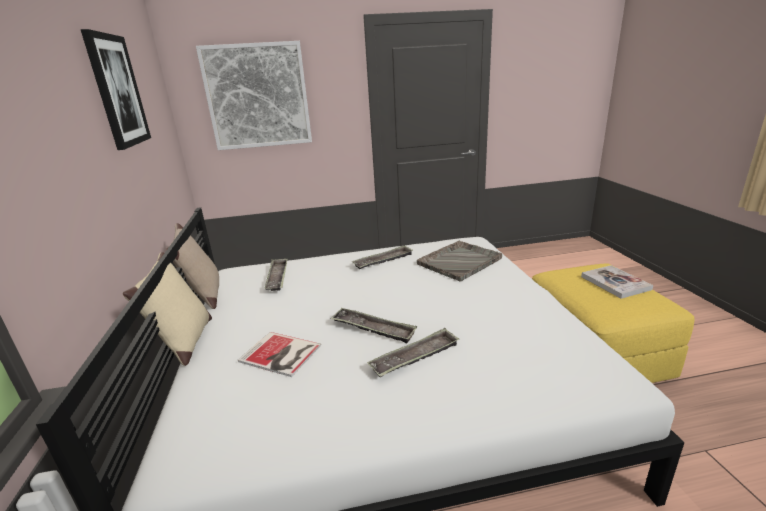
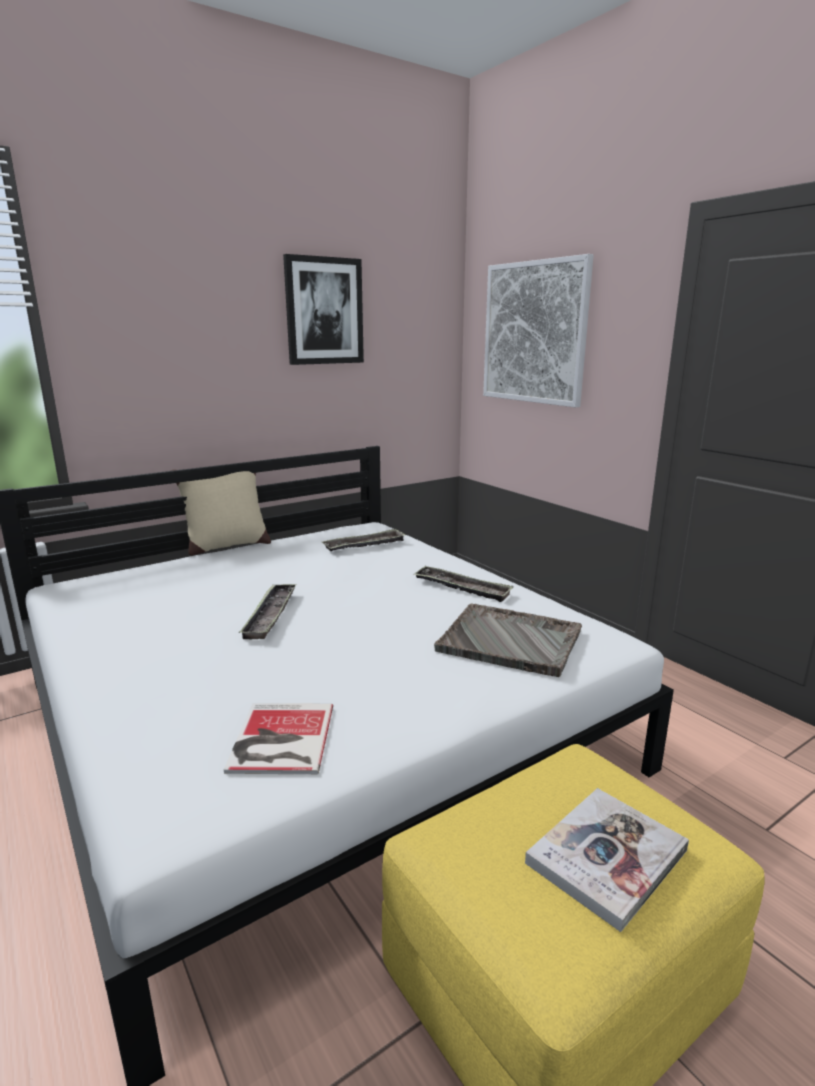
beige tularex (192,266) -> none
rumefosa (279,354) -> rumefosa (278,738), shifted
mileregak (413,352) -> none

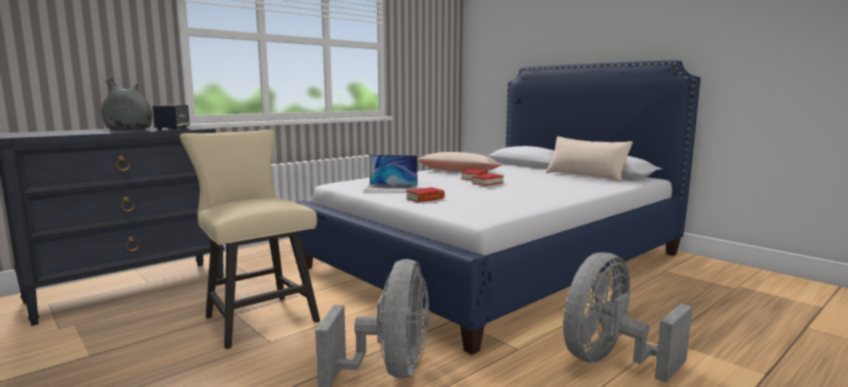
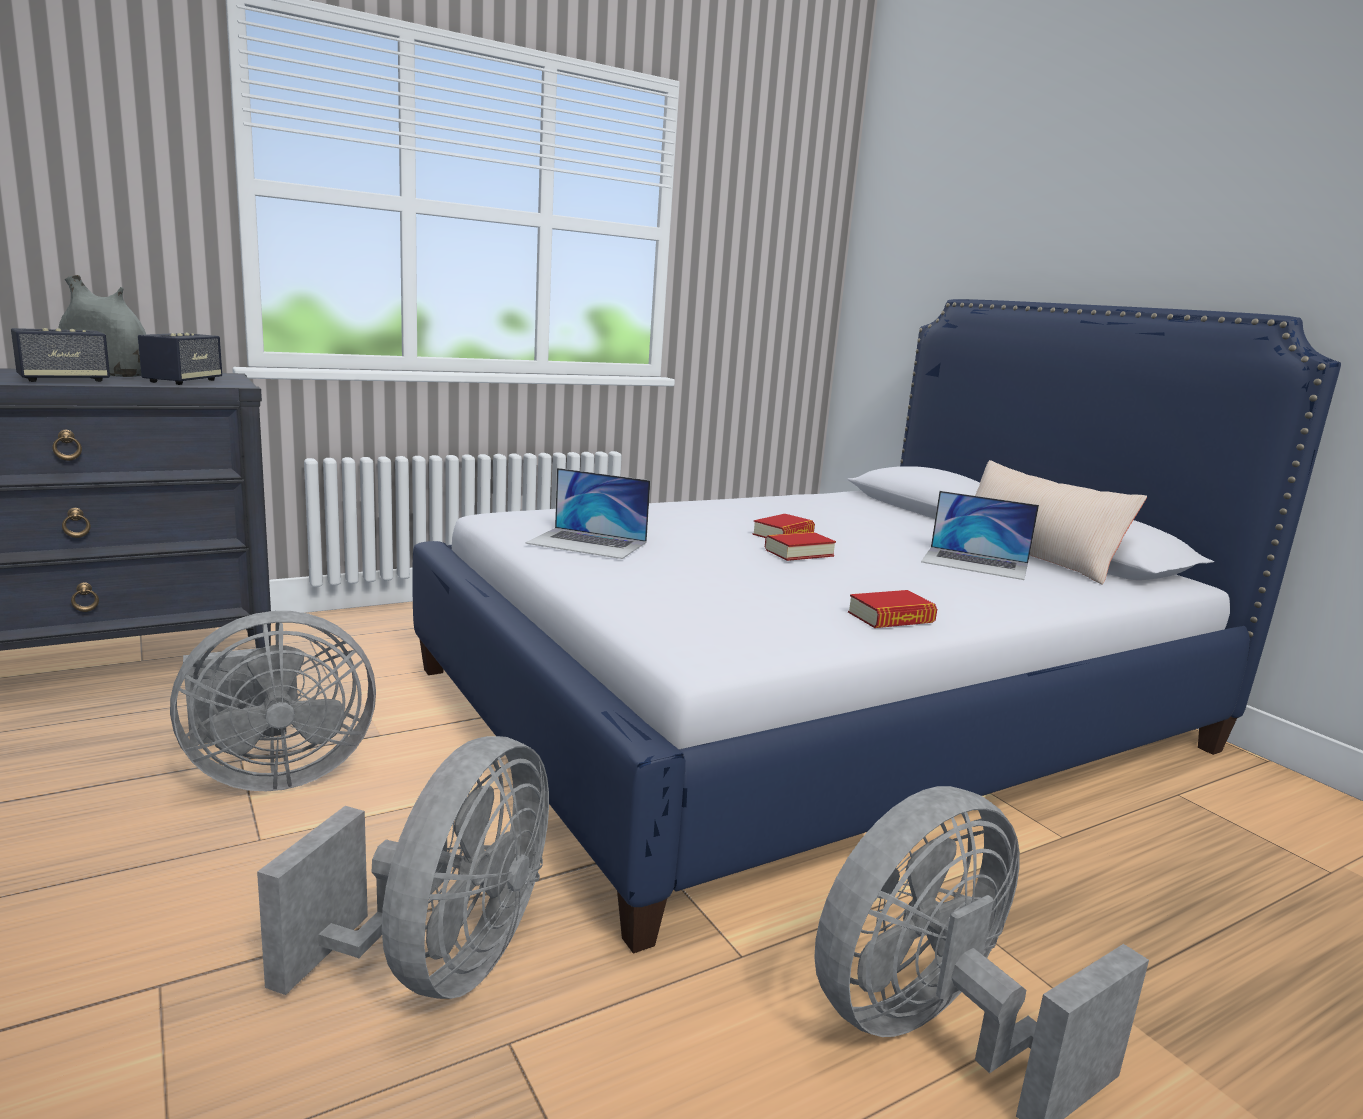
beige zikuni (250,239) -> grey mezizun (273,701)
rumefosa (425,194) -> rumefosa (892,609), shifted
beige tularex (459,162) -> none
none -> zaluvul (60,355)
none -> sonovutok (980,535)

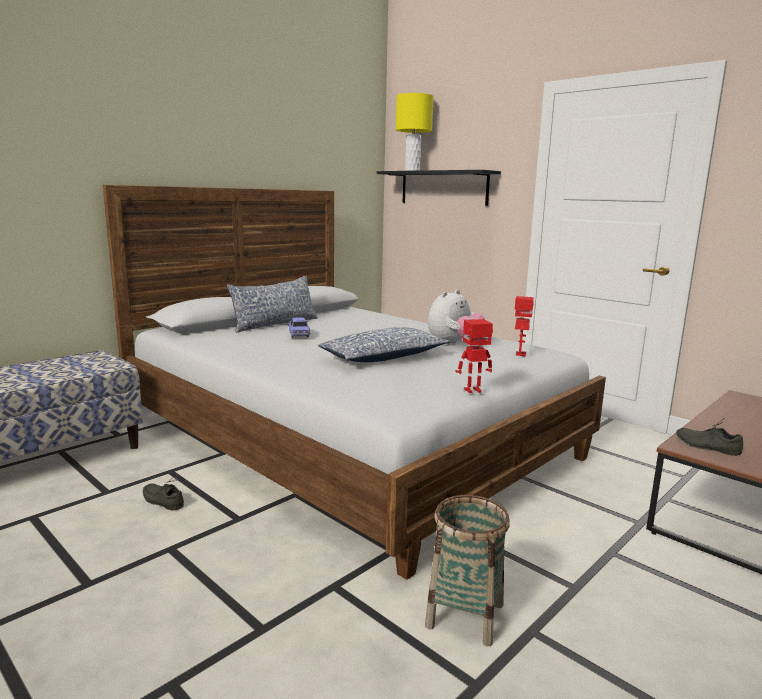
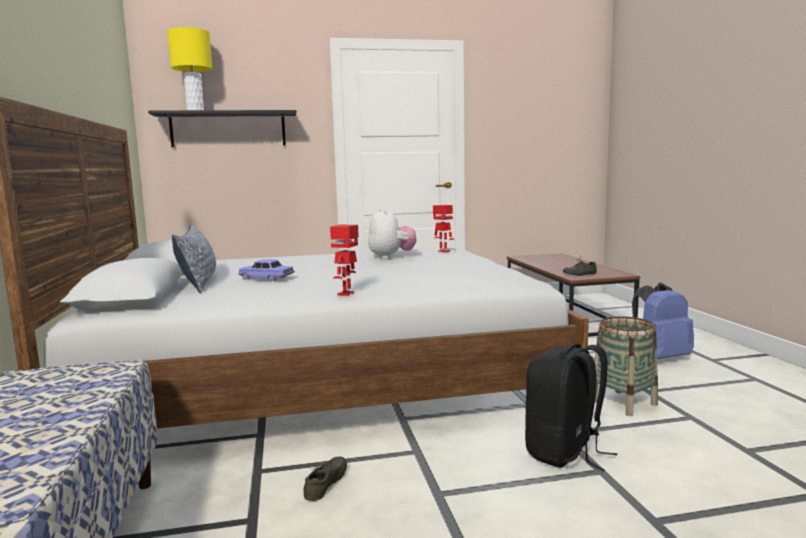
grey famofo (163,492) -> grey famofo (325,479), 135 degrees clockwise
tularex (384,344) -> none
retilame (474,356) -> retilame (344,260), shifted
none -> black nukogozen (571,407)
none -> blue nukogozen (663,321)

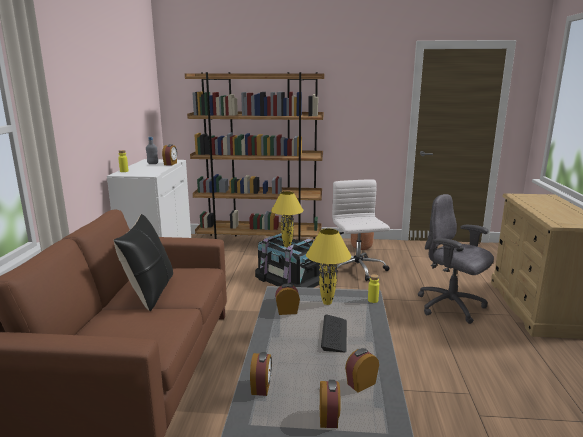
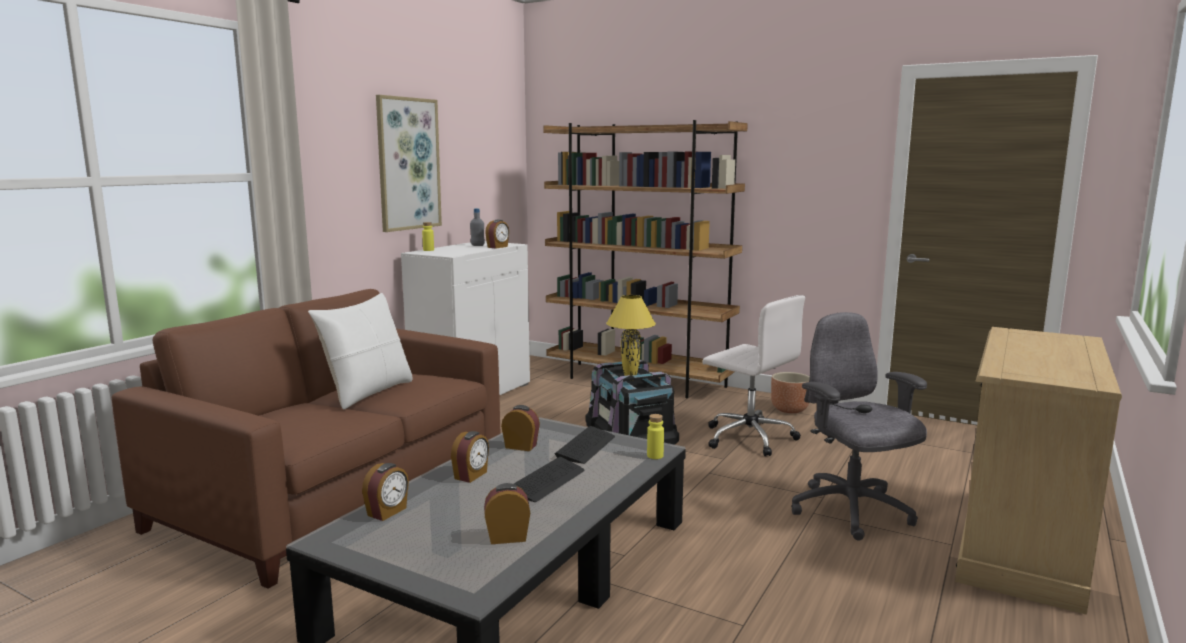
black tularex (143,262) -> white tularex (360,351)
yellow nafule (328,267) -> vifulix (584,445)
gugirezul (330,404) -> gugirezul (470,457), shifted
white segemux (361,230) -> white segemux (753,375), 120 degrees clockwise
none -> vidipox (409,163)

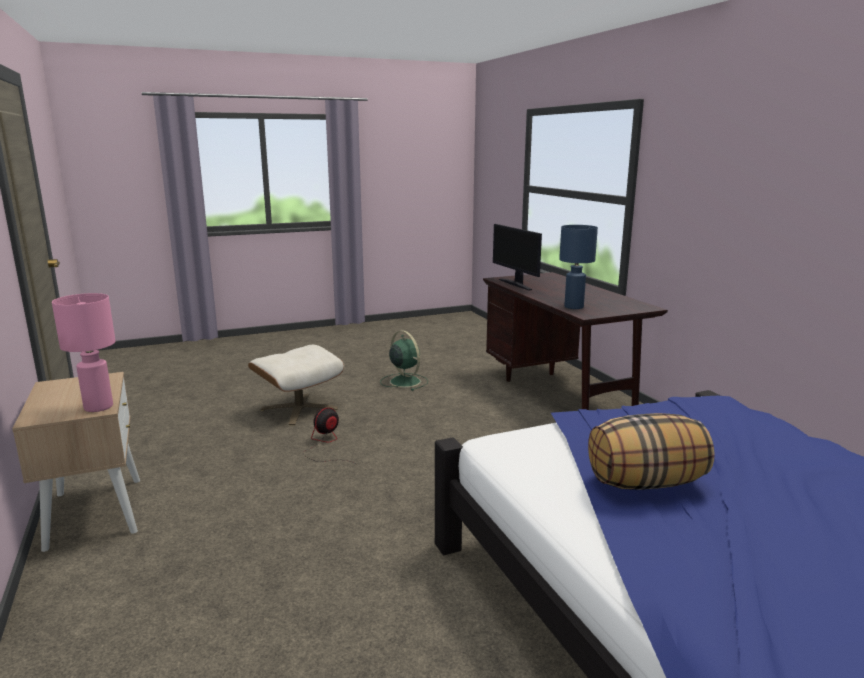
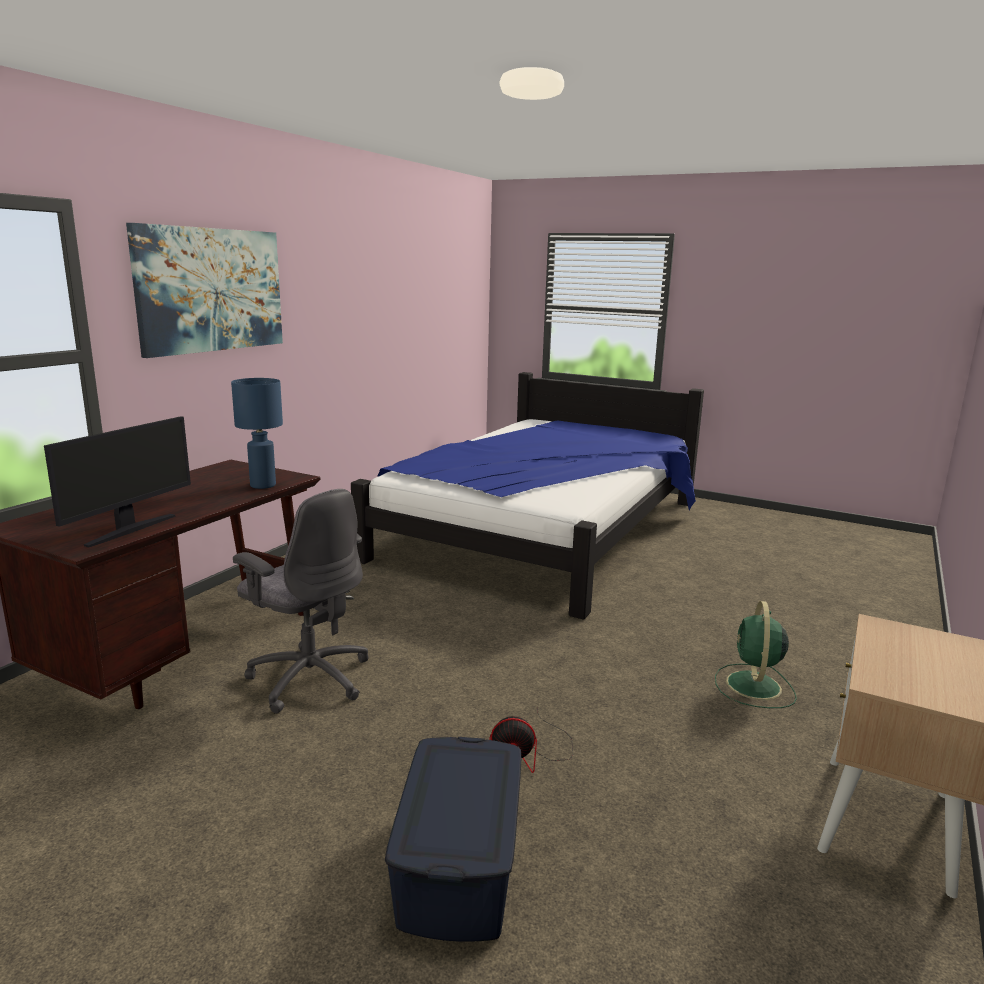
pink nafule (84,352) -> none
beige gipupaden (296,385) -> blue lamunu (453,839)
green mezizun (404,360) -> green mezizun (756,654), shifted
tularex (651,451) -> none
none -> vidipox (204,290)
none -> grey segemux (301,601)

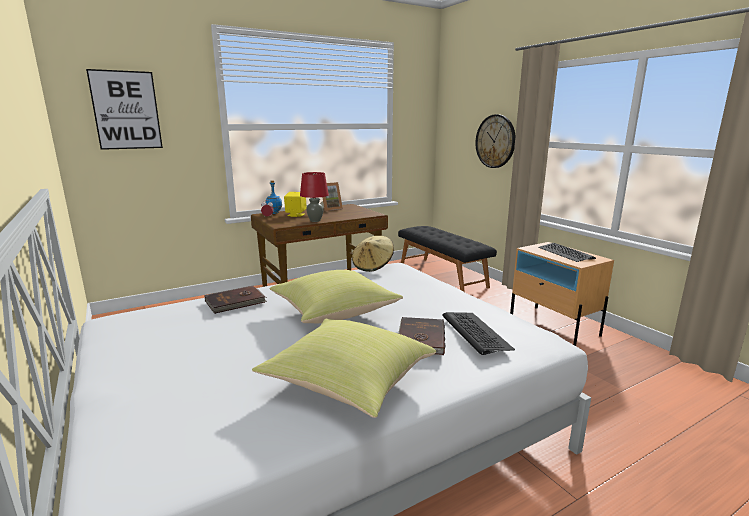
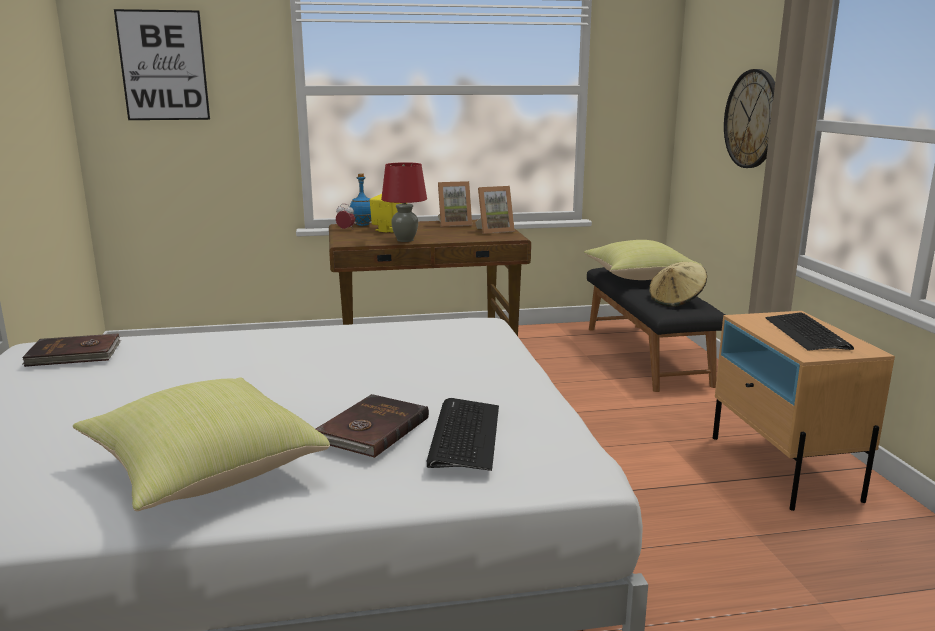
brown rumefosa (235,300) -> brown rumefosa (71,350), shifted
yellow tularex (336,297) -> yellow tularex (643,260), shifted
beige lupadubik (373,254) -> beige lupadubik (678,284), shifted
none -> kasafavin (495,210)

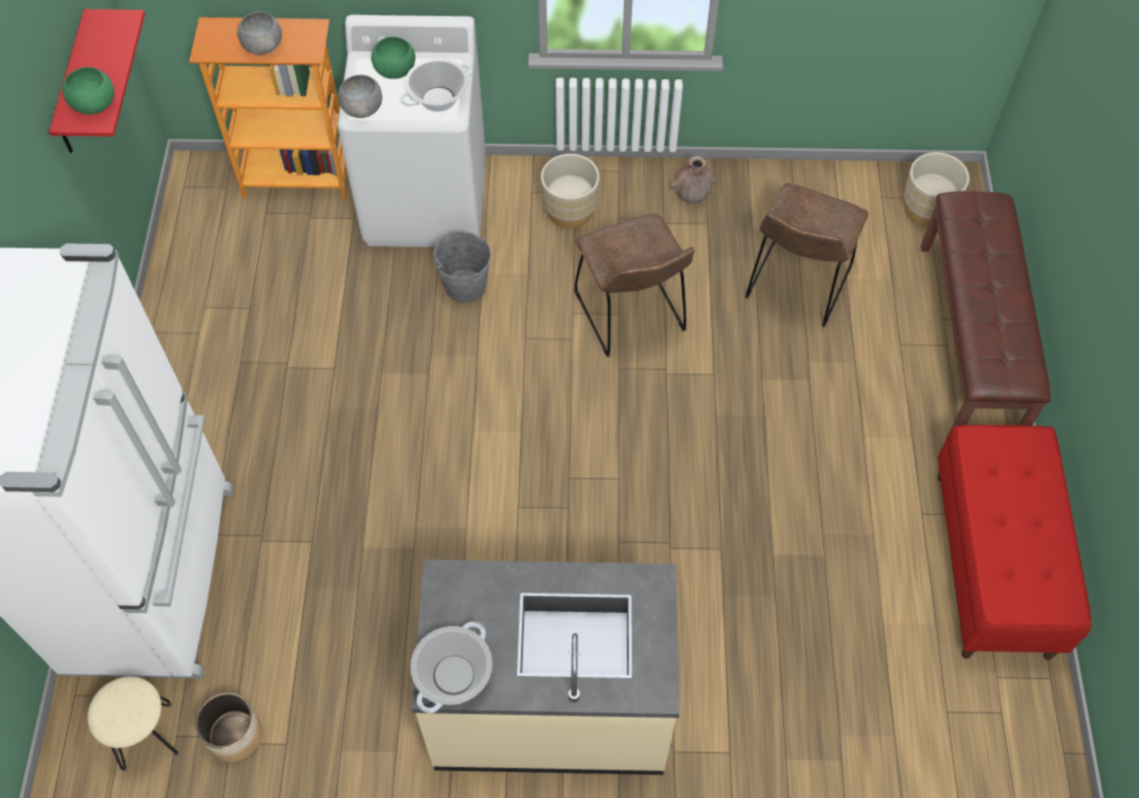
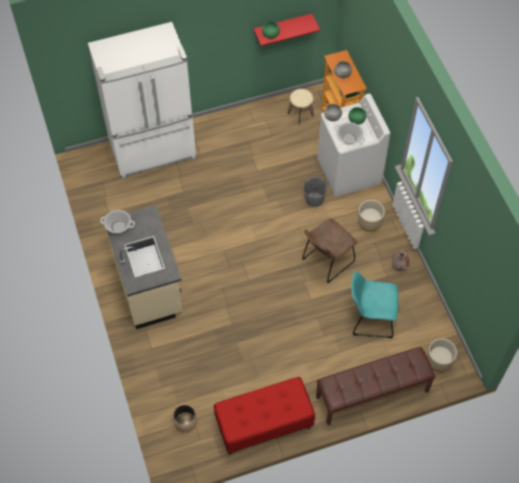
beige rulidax (133,723) -> beige rulidax (301,107), shifted
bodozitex (228,727) -> bodozitex (185,418), shifted
brown zikuni (807,255) -> turquoise zikuni (374,304)

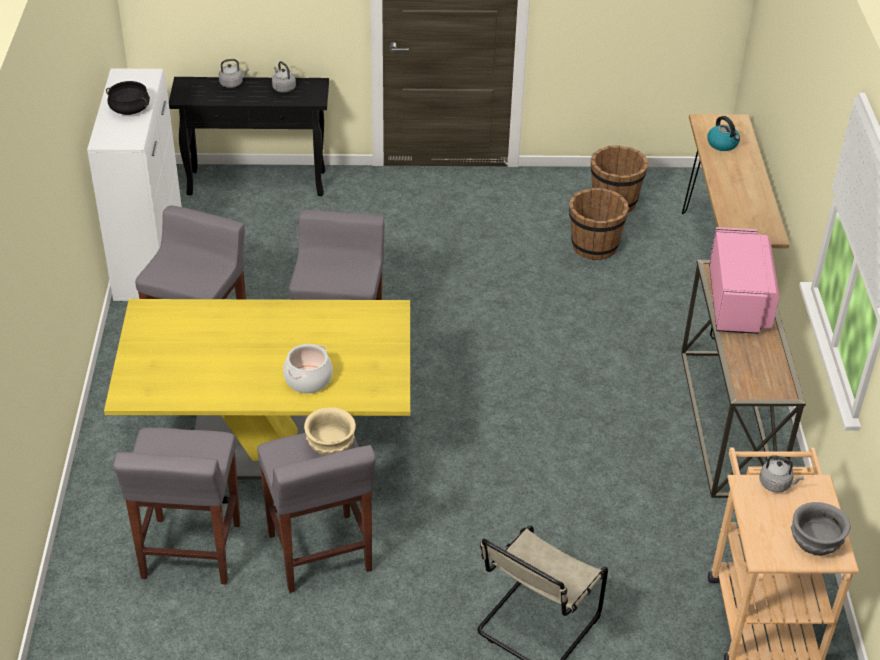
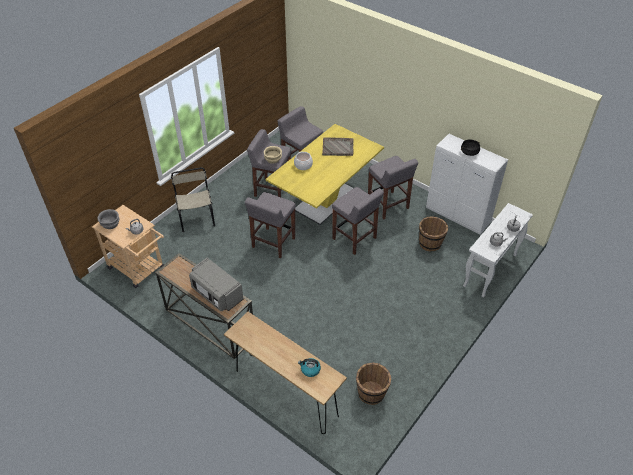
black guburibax (249,136) -> white guburibax (498,250)
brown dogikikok (599,224) -> brown dogikikok (433,233), shifted
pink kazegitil (744,280) -> grey kazegitil (216,284)
none -> grey rulidax (270,225)
none -> grey mileregak (337,147)

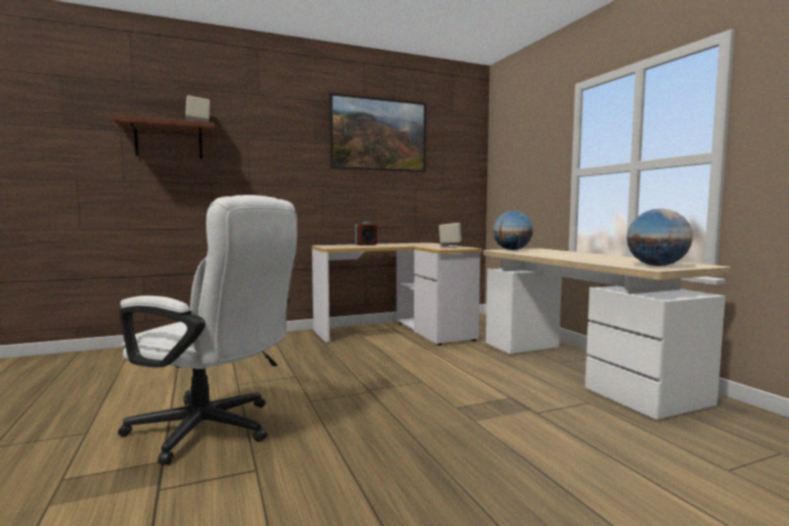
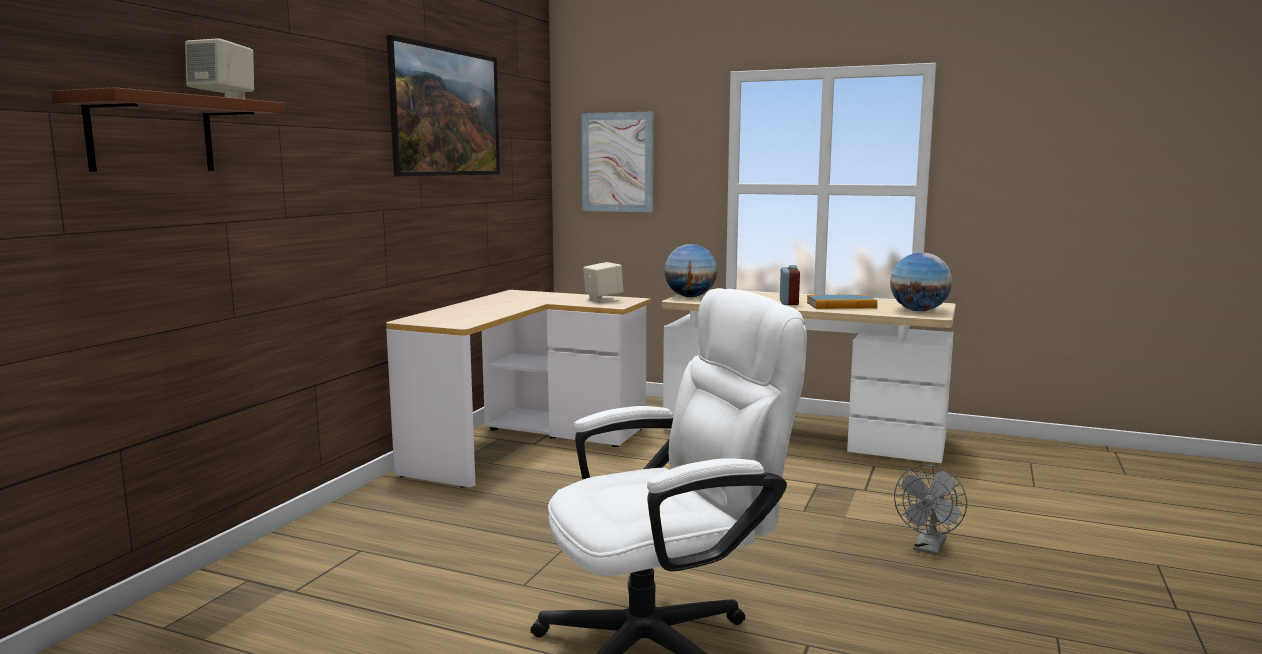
gugirezul (366,233) -> gugirezul (790,285), shifted
none -> vidipox (617,162)
none -> rumefosa (842,302)
none -> grey mezizun (930,510)

